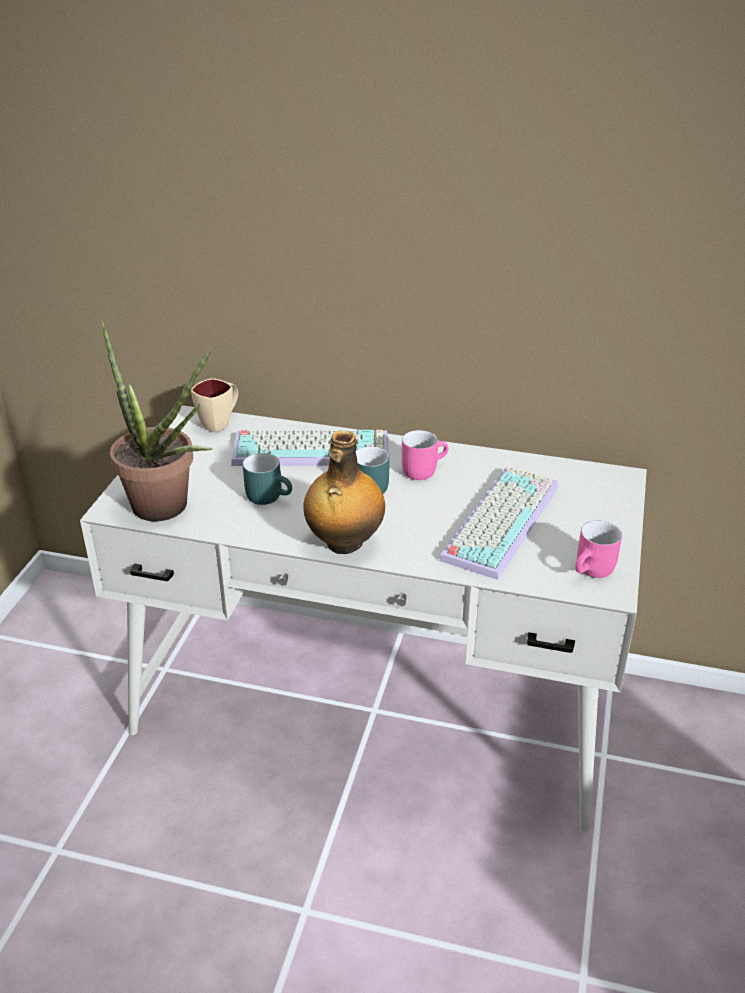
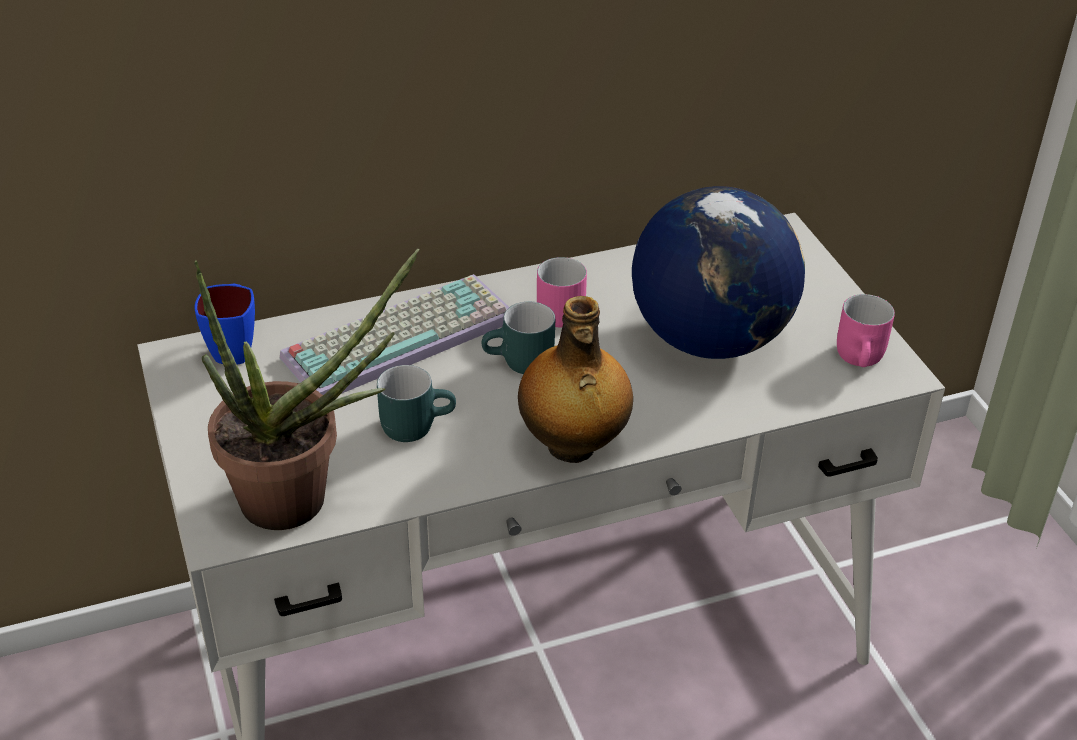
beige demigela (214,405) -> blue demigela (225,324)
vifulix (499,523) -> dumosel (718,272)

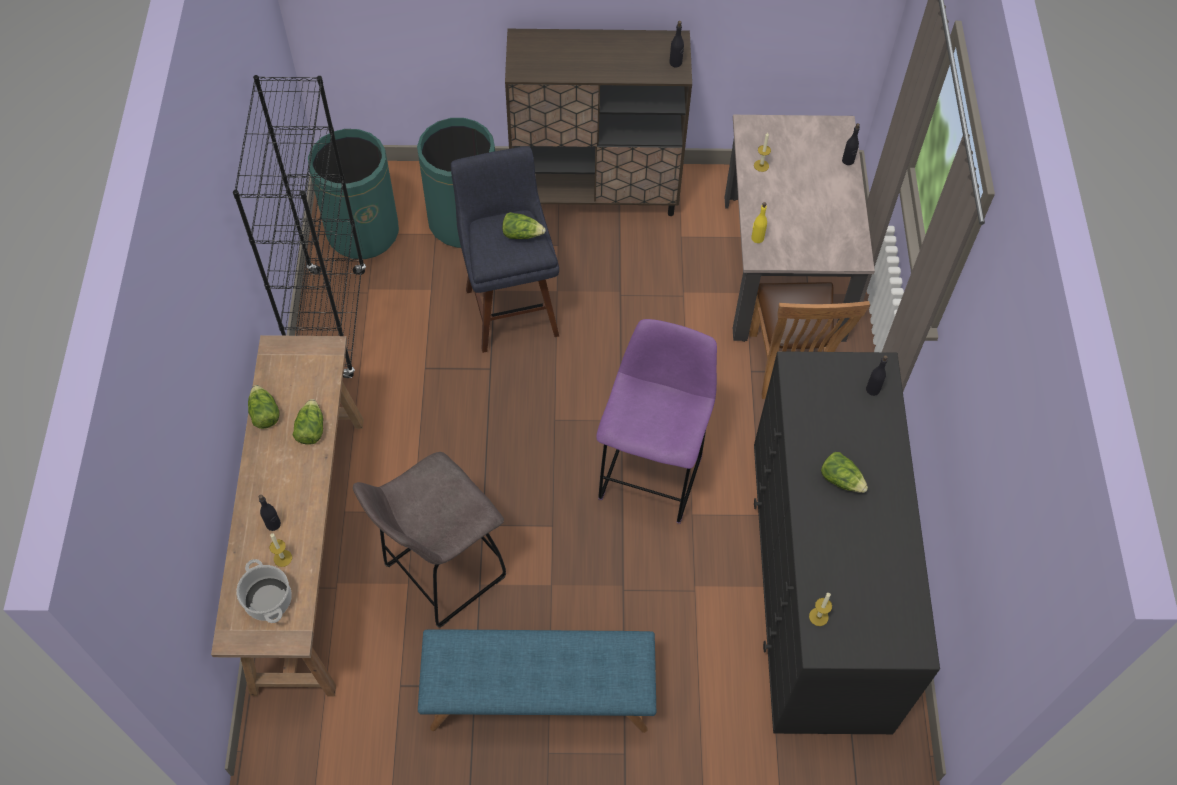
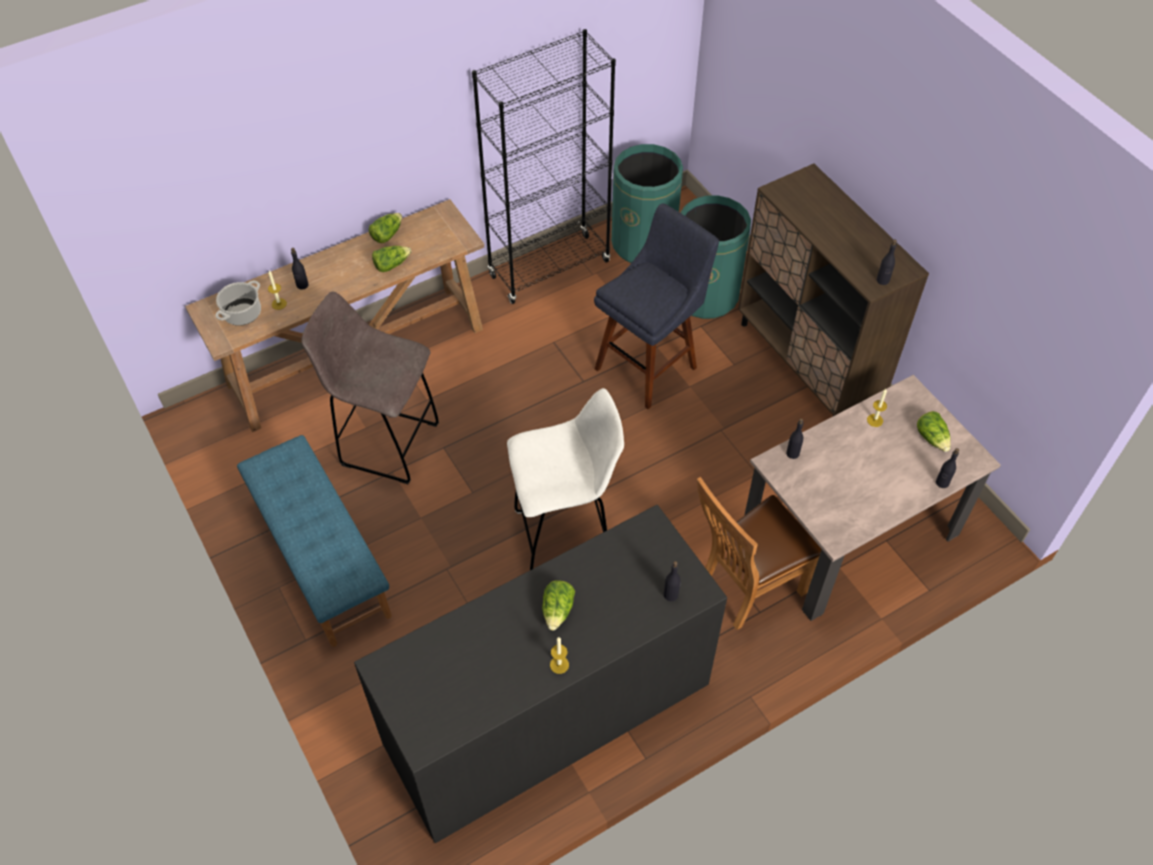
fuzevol (524,225) -> fuzevol (934,431), shifted
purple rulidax (656,421) -> white rulidax (565,479)
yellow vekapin (759,222) -> black vekapin (795,439)
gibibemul (820,609) -> gibibemul (559,655), shifted

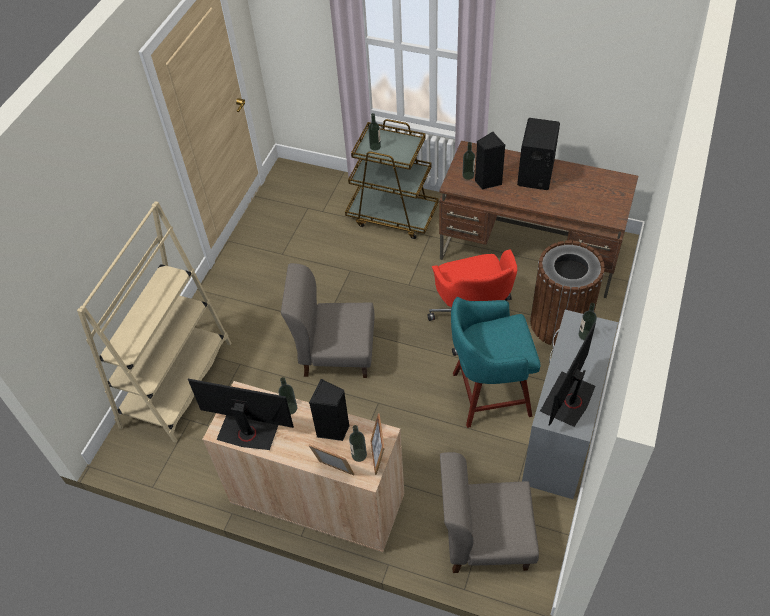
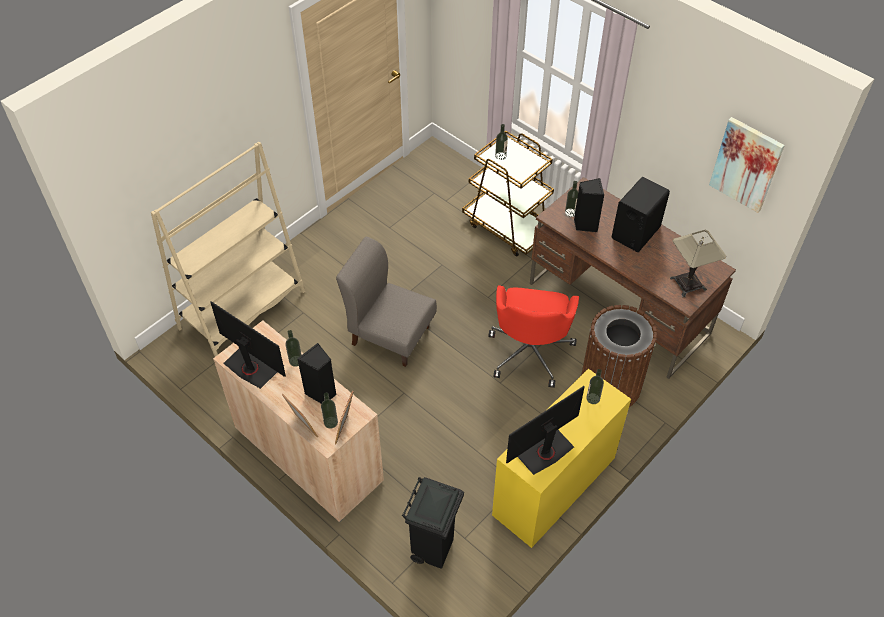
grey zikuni (489,512) -> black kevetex (433,523)
turquoise rulidax (496,362) -> none
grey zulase (570,404) -> yellow zulase (561,458)
none -> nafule (698,263)
none -> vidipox (747,165)

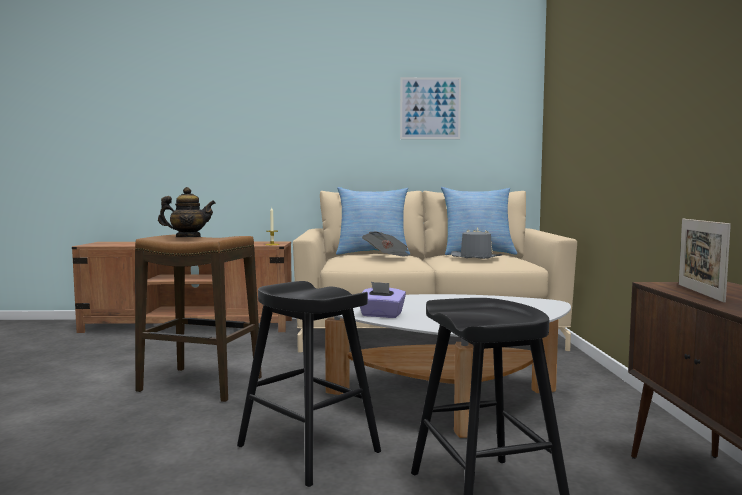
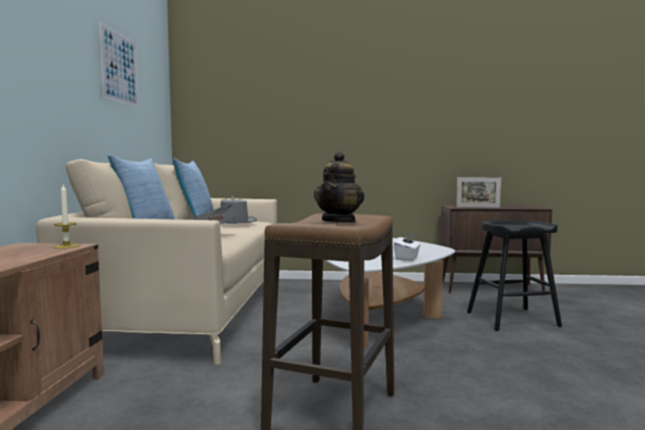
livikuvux (187,212) -> livikuvux (339,187), 150 degrees counterclockwise
black rulidax (309,384) -> none
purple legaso (383,300) -> white legaso (407,246)

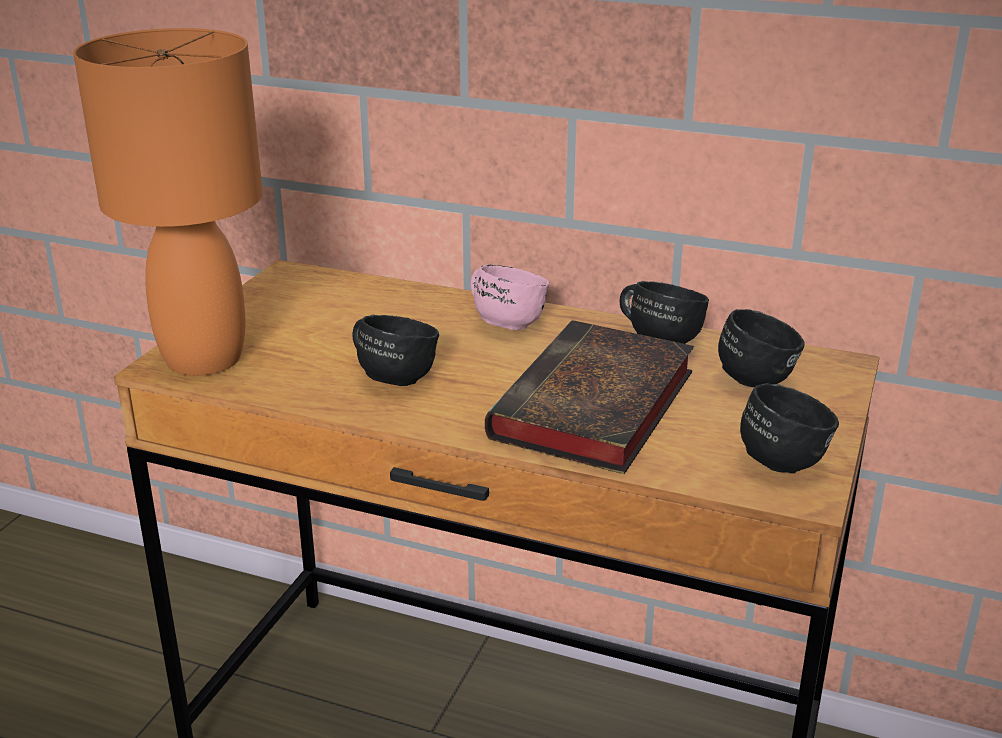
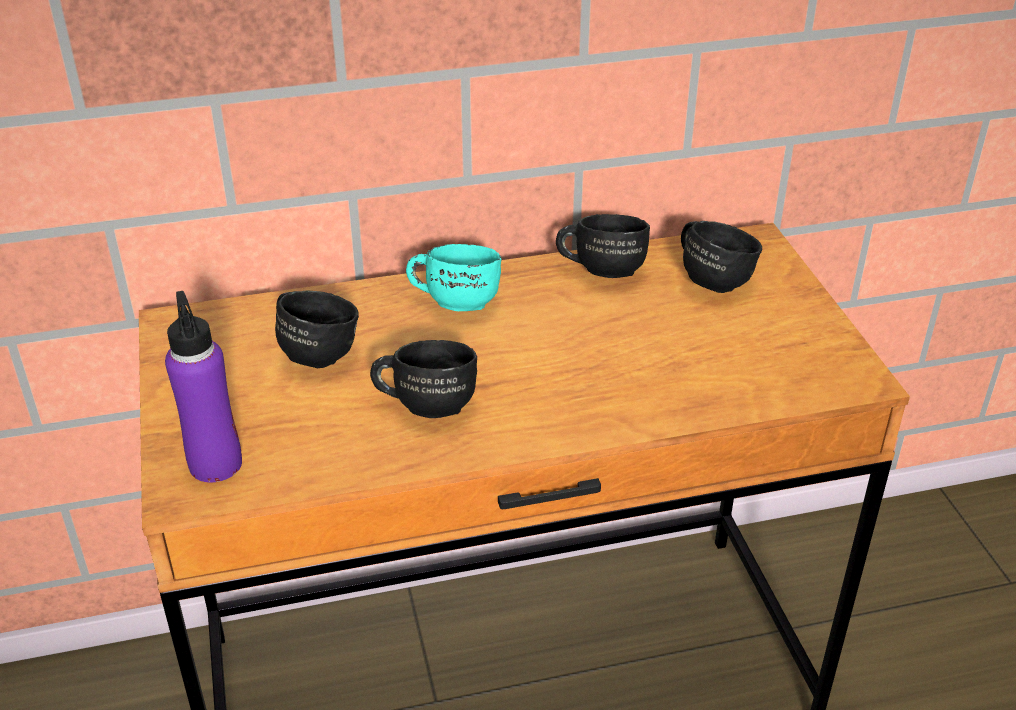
orange nafule (168,202) -> purple vekapin (203,386)
pink demigela (510,297) -> turquoise demigela (453,277)
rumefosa (589,397) -> none
black demigela (789,428) -> black demigela (317,329), shifted

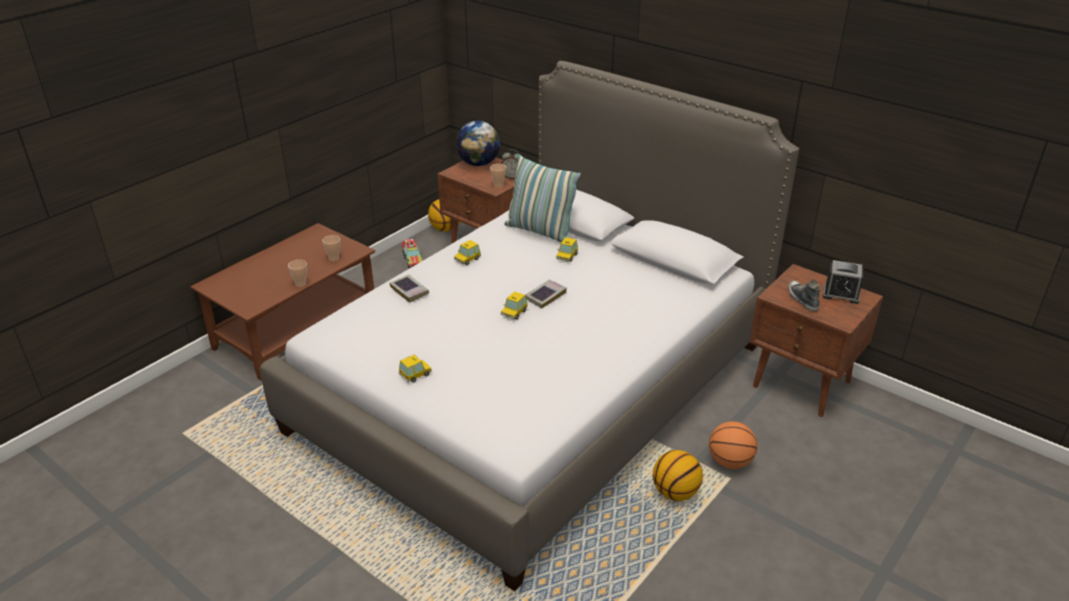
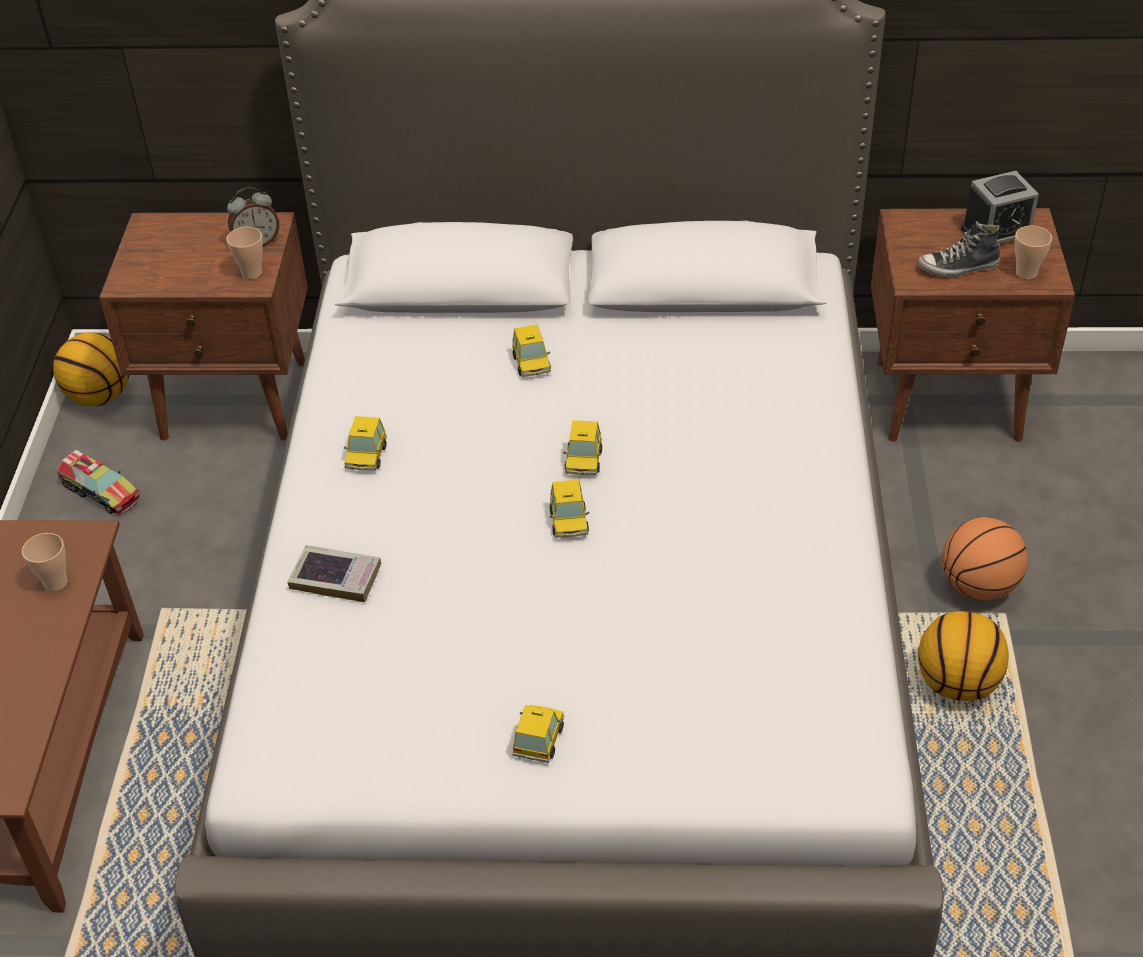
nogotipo (297,273) -> nogotipo (1033,252), shifted
dumosel (478,143) -> none
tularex (542,198) -> none
rumefosa (546,294) -> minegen (582,447)
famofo (804,295) -> famofo (958,249), 45 degrees counterclockwise

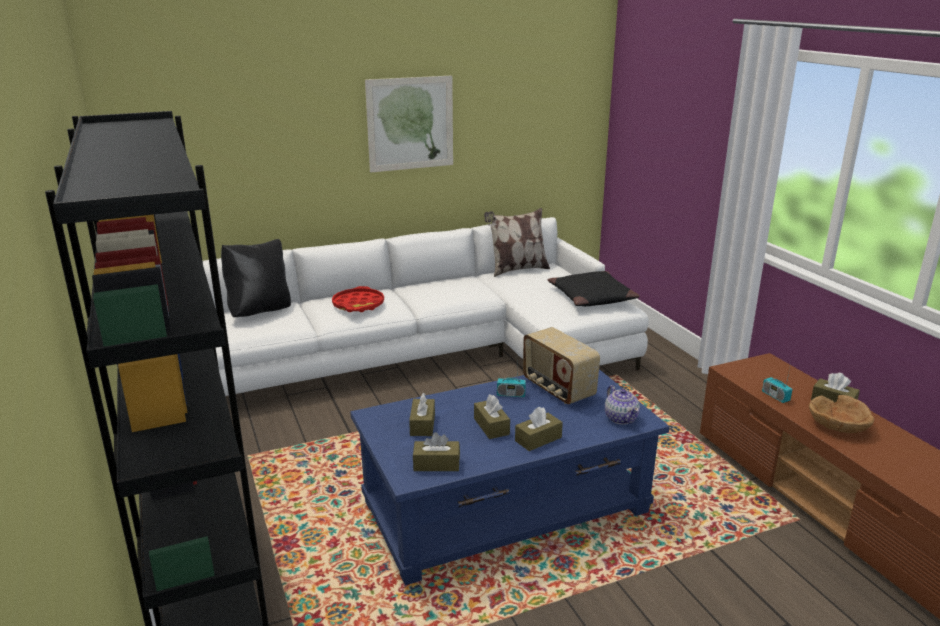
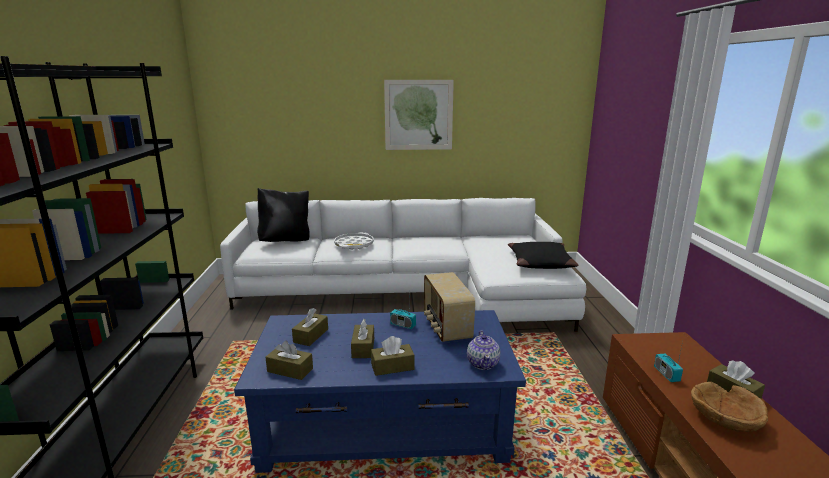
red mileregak (358,299) -> white mileregak (354,241)
tularex (517,242) -> none

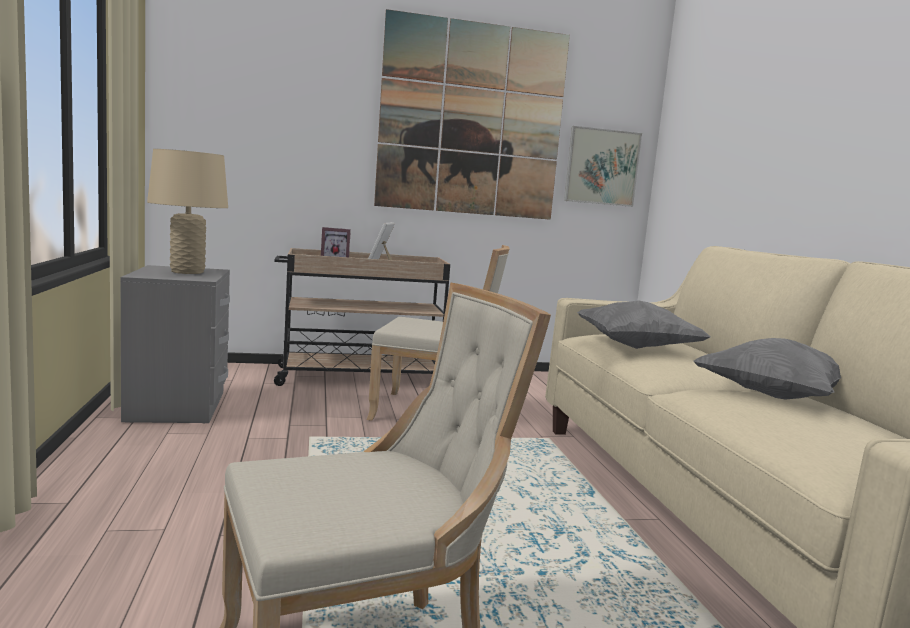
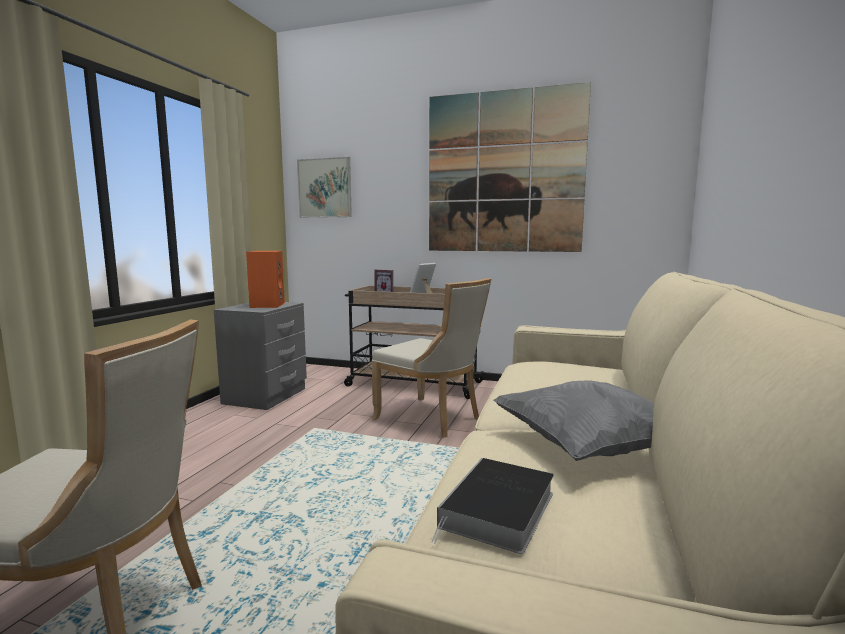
beige nafule (187,211) -> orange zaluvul (265,279)
vidipox (603,166) -> vidipox (324,187), shifted
grey tularex (643,325) -> none
none -> rumefosa (493,506)

